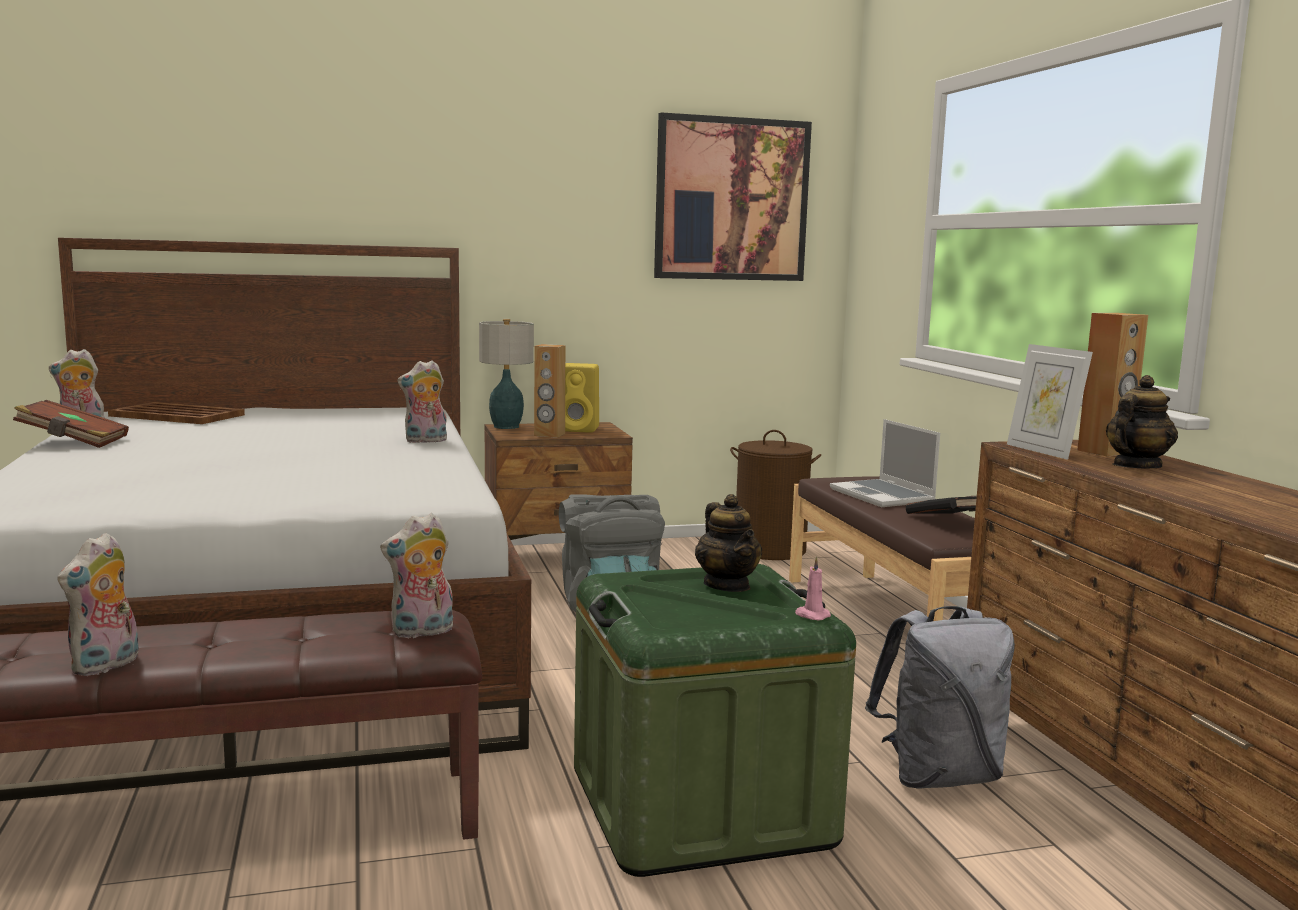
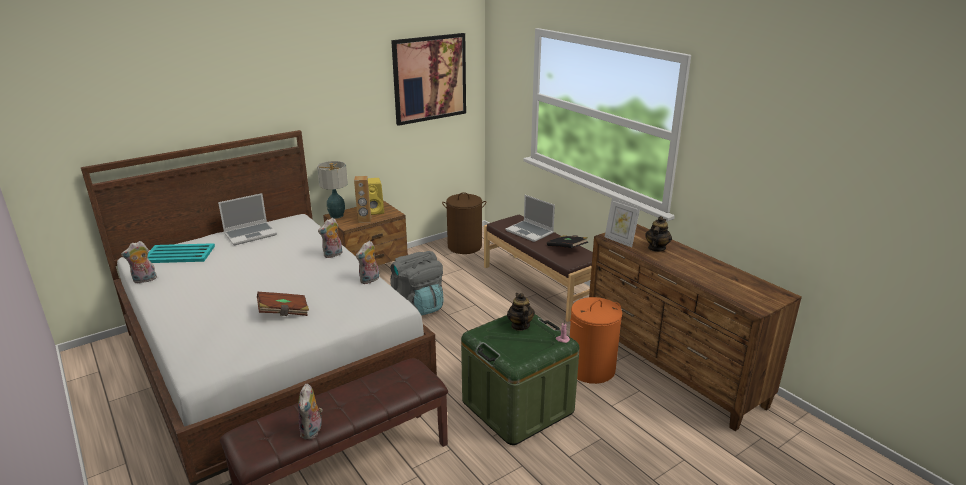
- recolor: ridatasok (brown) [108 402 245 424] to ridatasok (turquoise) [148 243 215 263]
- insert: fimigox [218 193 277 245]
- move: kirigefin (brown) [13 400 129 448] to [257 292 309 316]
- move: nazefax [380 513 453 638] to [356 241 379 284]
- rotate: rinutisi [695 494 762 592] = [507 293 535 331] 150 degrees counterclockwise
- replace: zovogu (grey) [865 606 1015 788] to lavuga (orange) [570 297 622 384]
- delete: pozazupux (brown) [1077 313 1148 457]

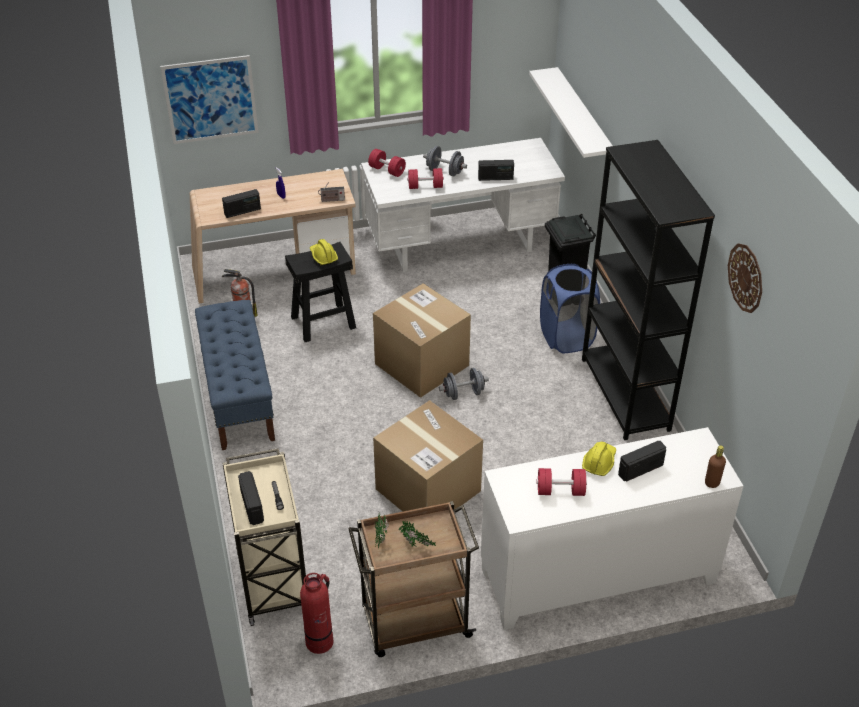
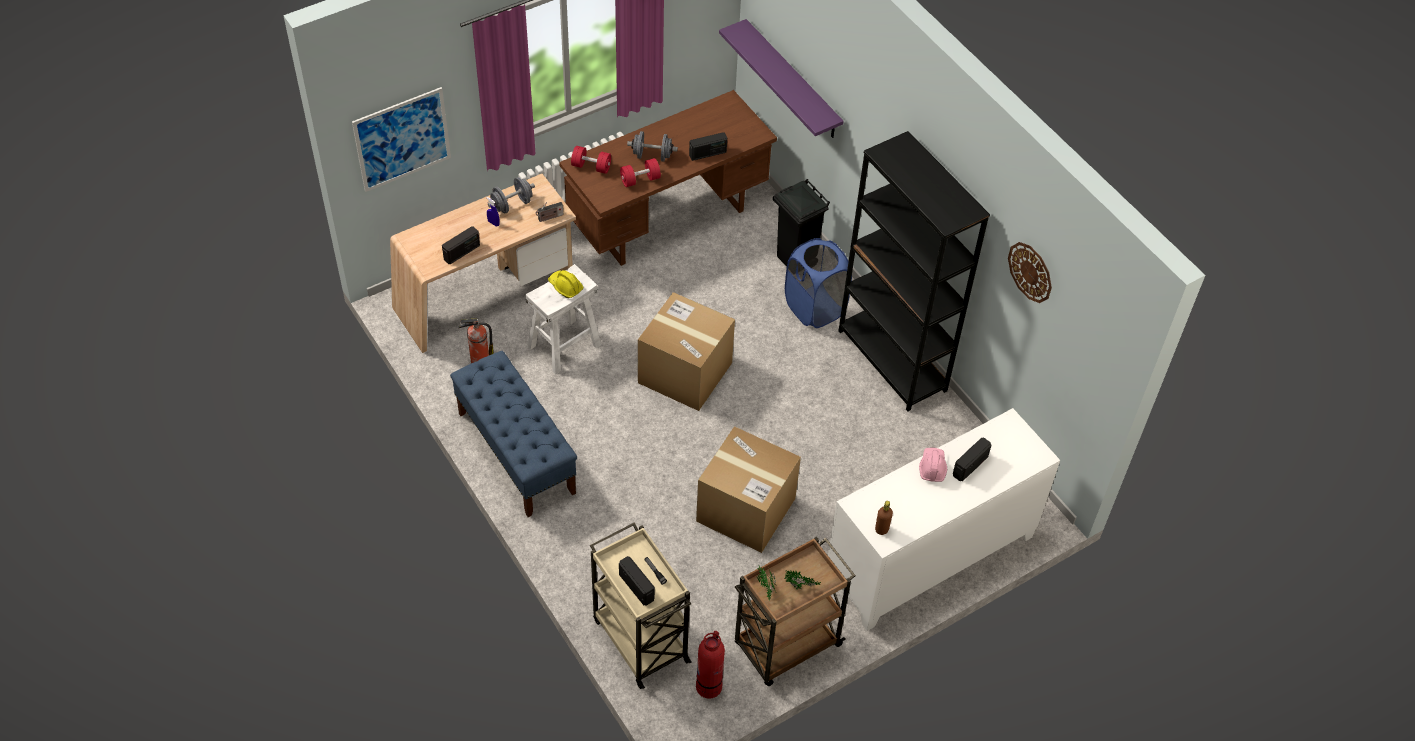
- move: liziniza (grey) [439 368 489 400] to [488 177 535 214]
- recolor: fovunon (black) [285 242 356 342] to fovunon (white) [525 264 601 374]
- recolor: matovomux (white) [361 138 565 272] to matovomux (brown) [559 90 777 266]
- recolor: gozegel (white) [529 67 613 158] to gozegel (purple) [719 19 844 138]
- move: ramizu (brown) [705 445 726 488] to [875 501 893 535]
- recolor: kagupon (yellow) [582 441 616 476] to kagupon (pink) [919 448 947 482]
- delete: liziniza (red) [536 468 587 496]

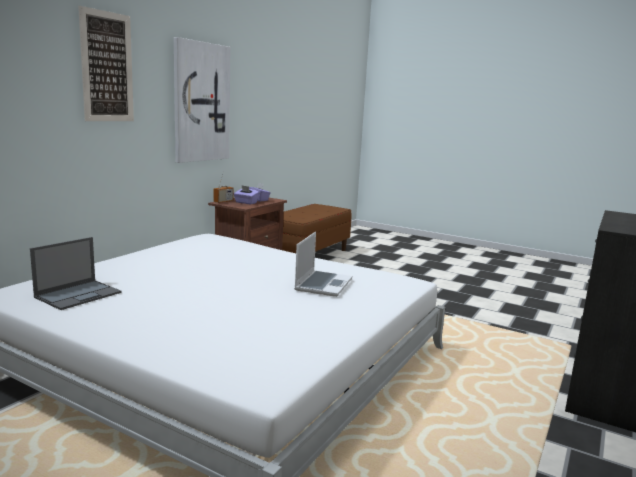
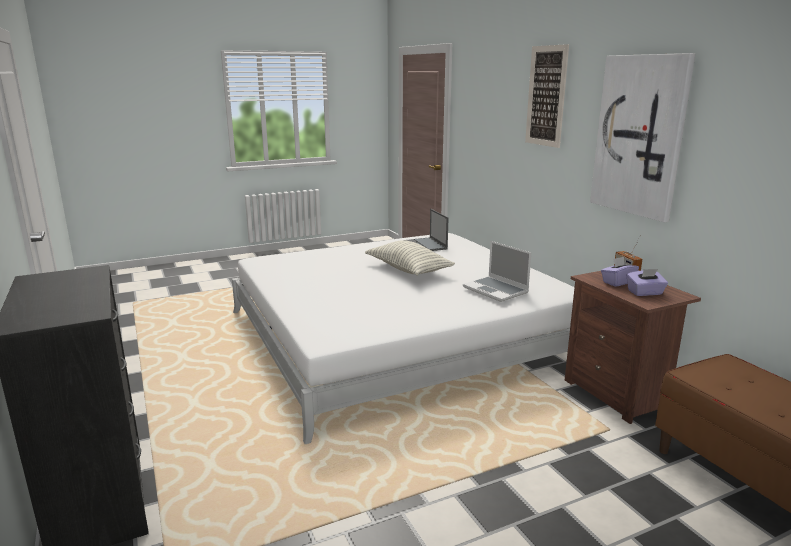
- insert: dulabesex [365 240 455 275]
- move: fimigox [294 232 352 297] to [463 241 531 302]

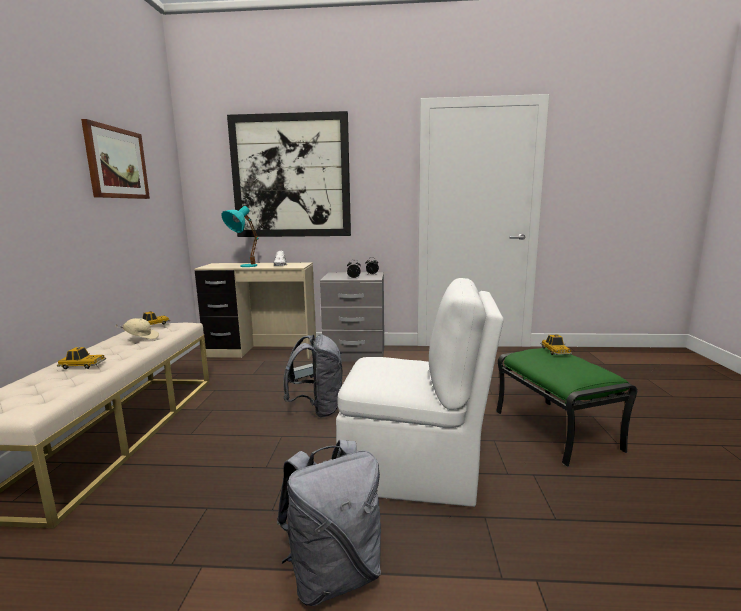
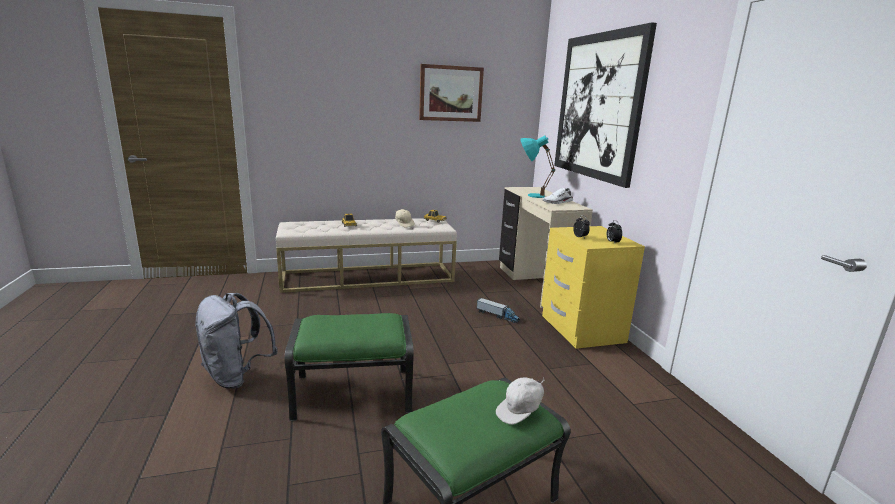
- replace: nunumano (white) [336 278 504 507] to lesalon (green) [285 313 414 421]
- replace: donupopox [540 335 572 355] to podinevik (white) [496 377 544 425]
- recolor: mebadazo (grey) [320 272 384 362] to mebadazo (yellow) [541 226 645 349]
- delete: zovogu (grey) [283 334 342 417]

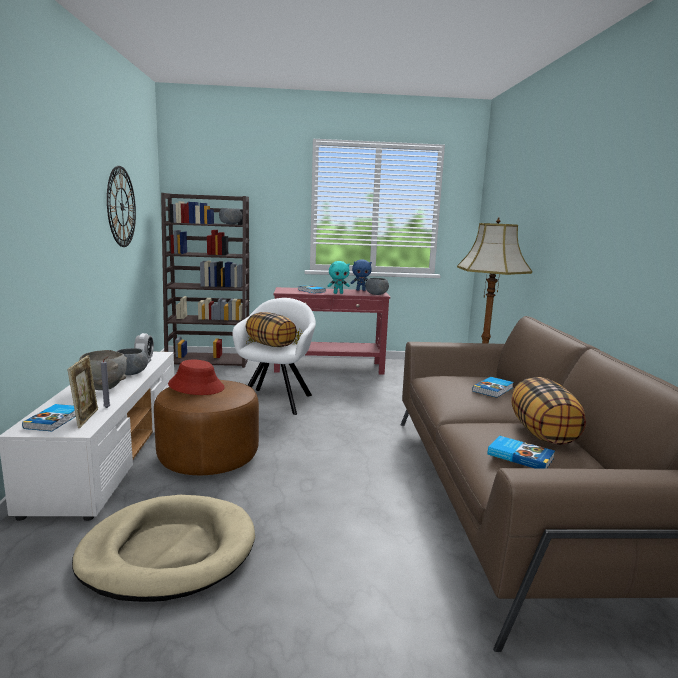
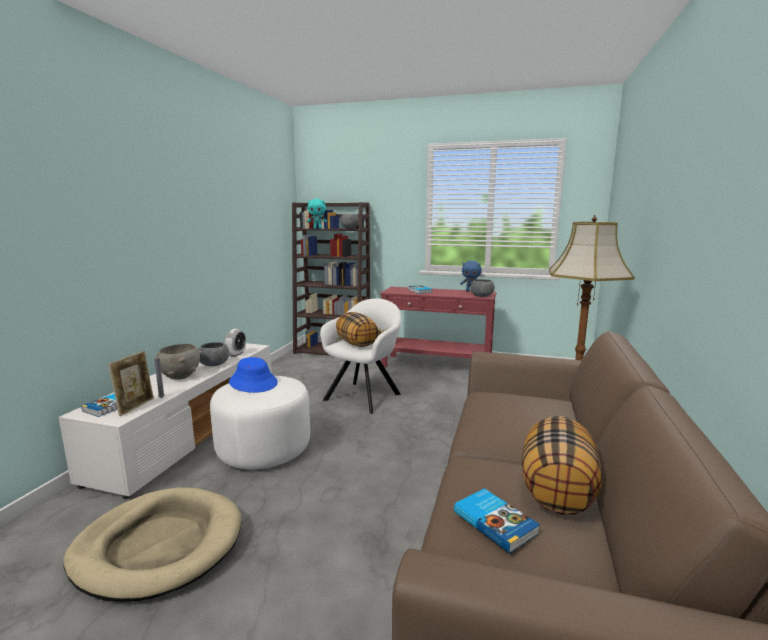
- recolor: lesalon (brown) [154 380 259 475] to lesalon (white) [210 376 310 469]
- recolor: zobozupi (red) [168 360 225 395] to zobozupi (blue) [229 357 278 393]
- move: nazefax (turquoise) [328 261 350 294] to [307 199 327 229]
- delete: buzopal [107 166 136 247]
- delete: kirigefin [472 377 513 398]

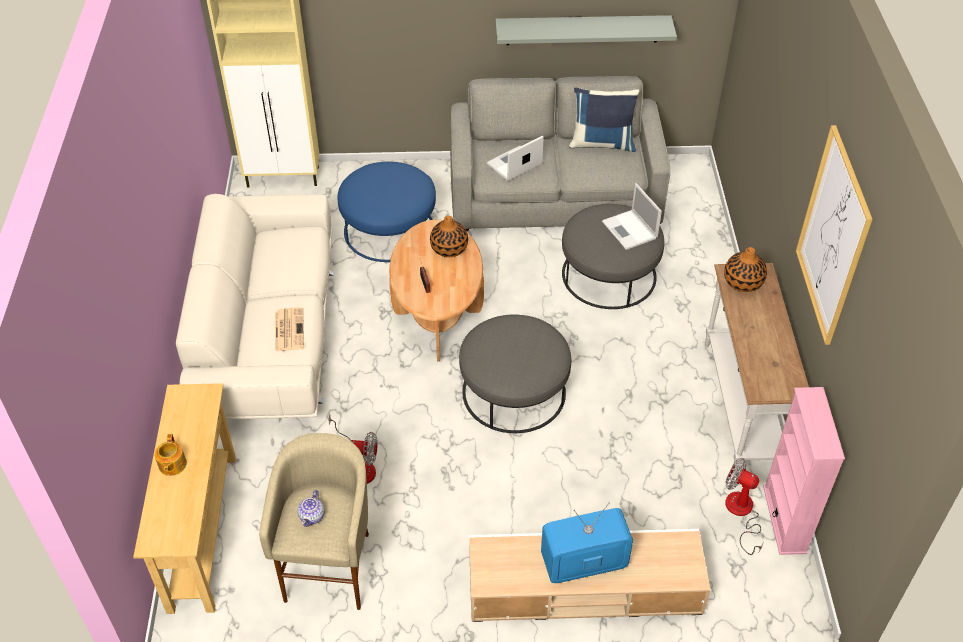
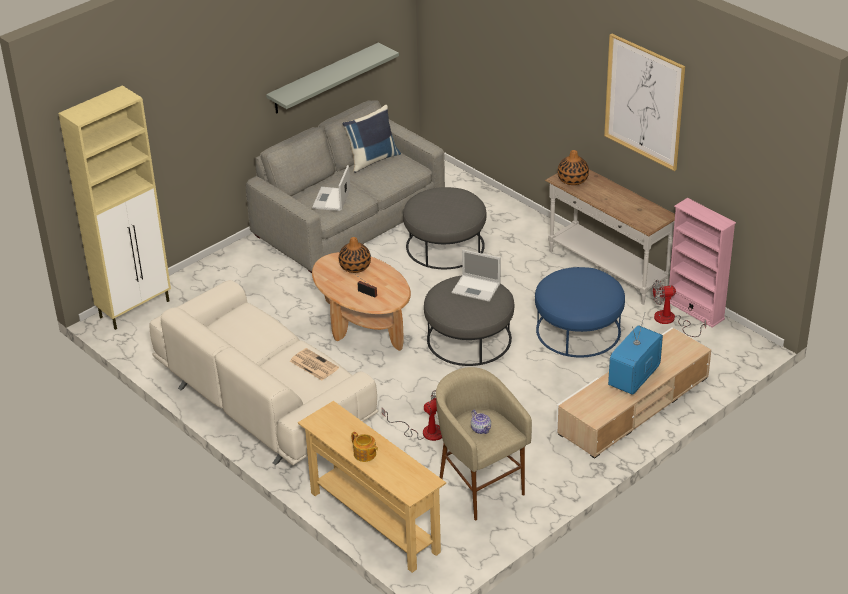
- move: fimigox [602 183 662 250] to [451 250 501 302]
- move: lesalon (blue) [338 162 436 262] to [535 267 625 357]

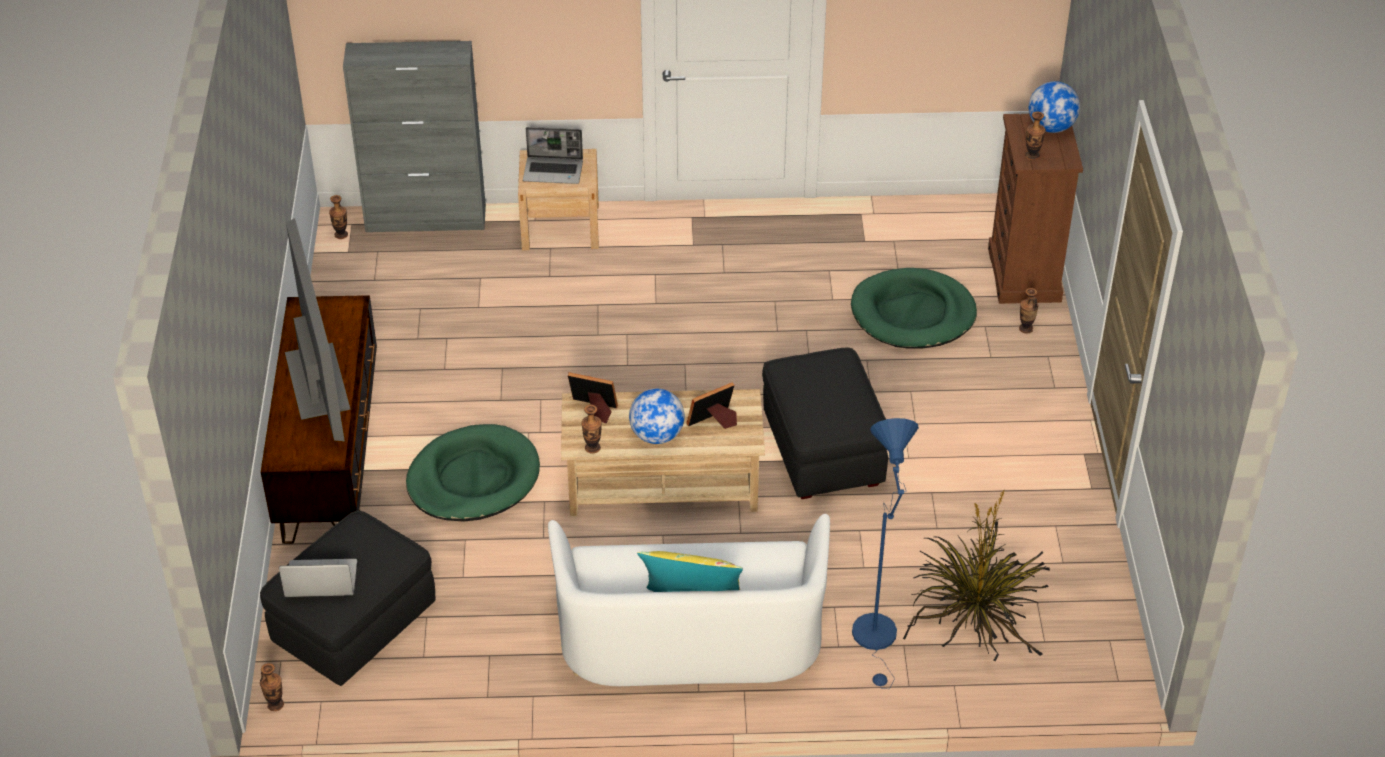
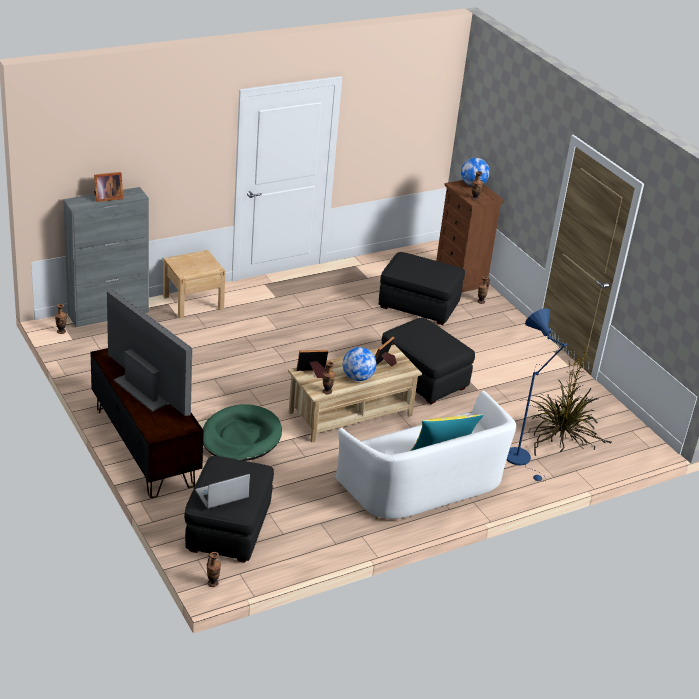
- insert: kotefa [94 172 124 202]
- replace: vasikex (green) [851 268 977 349] to lesalon (black) [379 252 465 325]
- delete: fimigox [523 127 583 184]

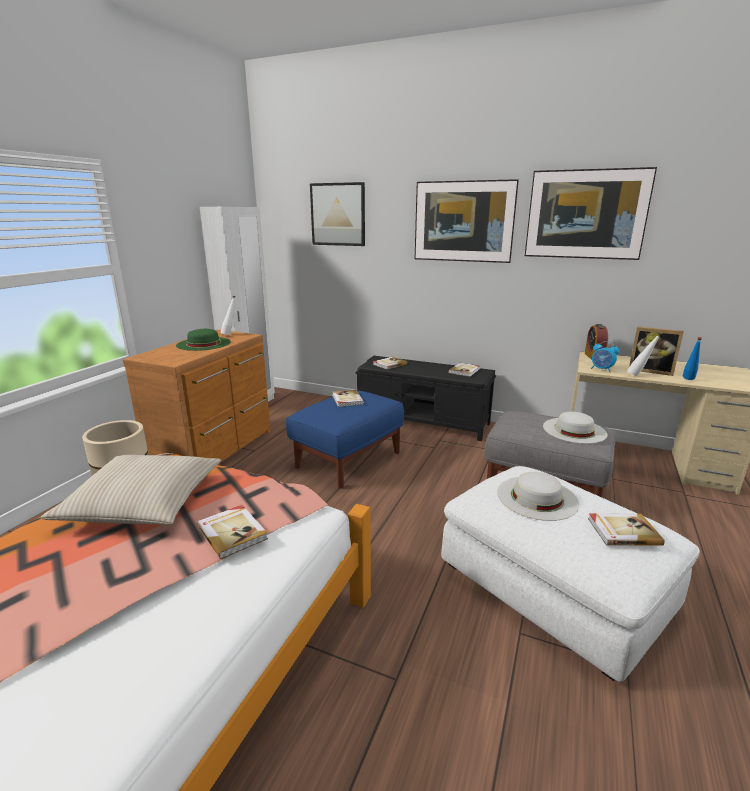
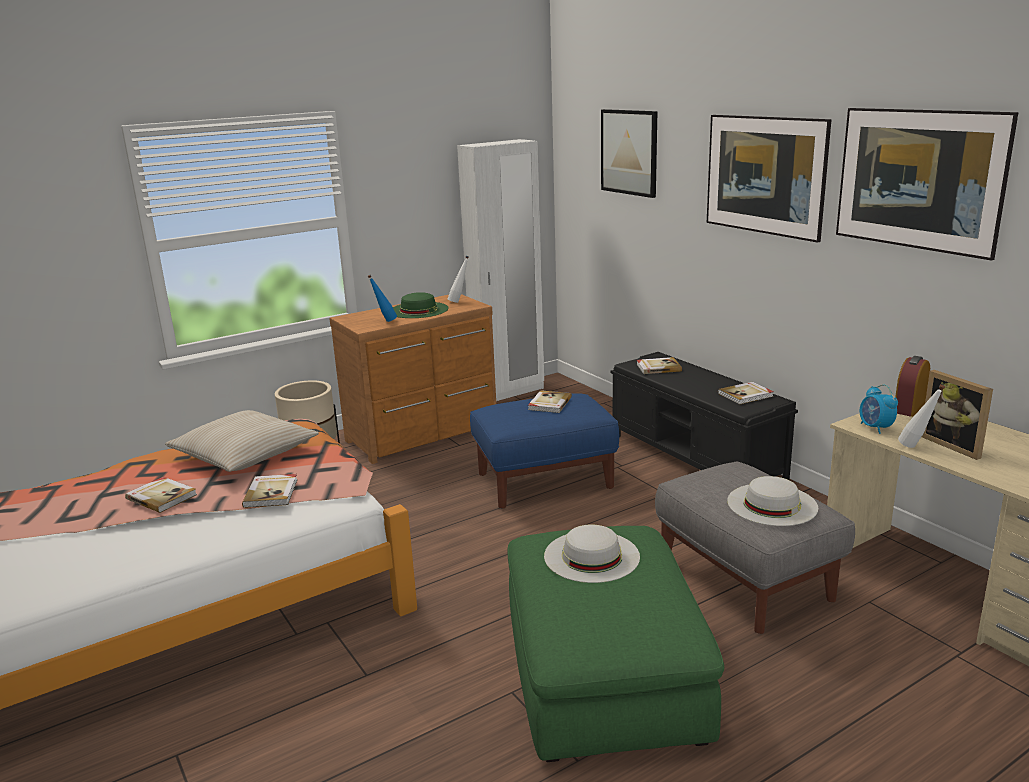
- move: kirigefin [588 513 665 546] to [125 477 197 513]
- move: ramizu (blue) [683 337 702 380] to [368 275 397 322]
- recolor: lesalon (white) [441 466 700 682] to lesalon (green) [507 526 724 762]

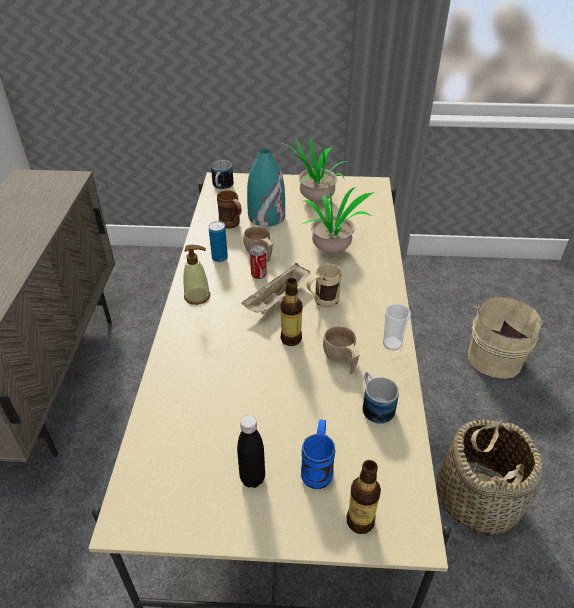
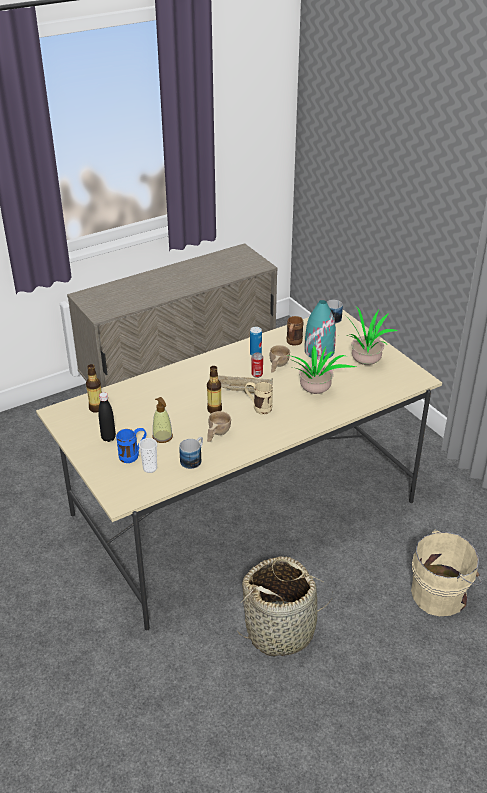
- move: ramizu [347 460 381 534] to [86 364 102 412]
- move: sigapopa [383 303 411 350] to [139 438 157 473]
- move: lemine [184 245 210 305] to [152 397 173 443]

